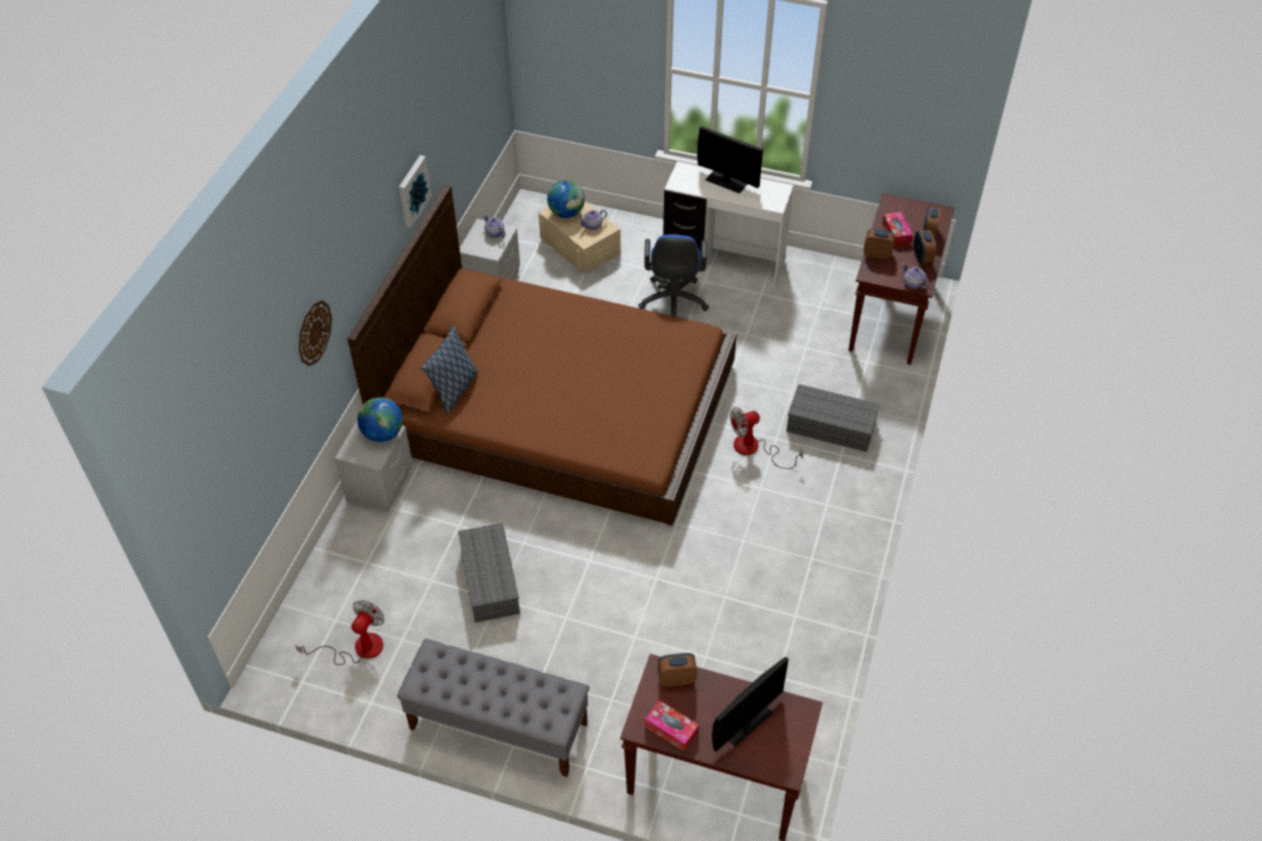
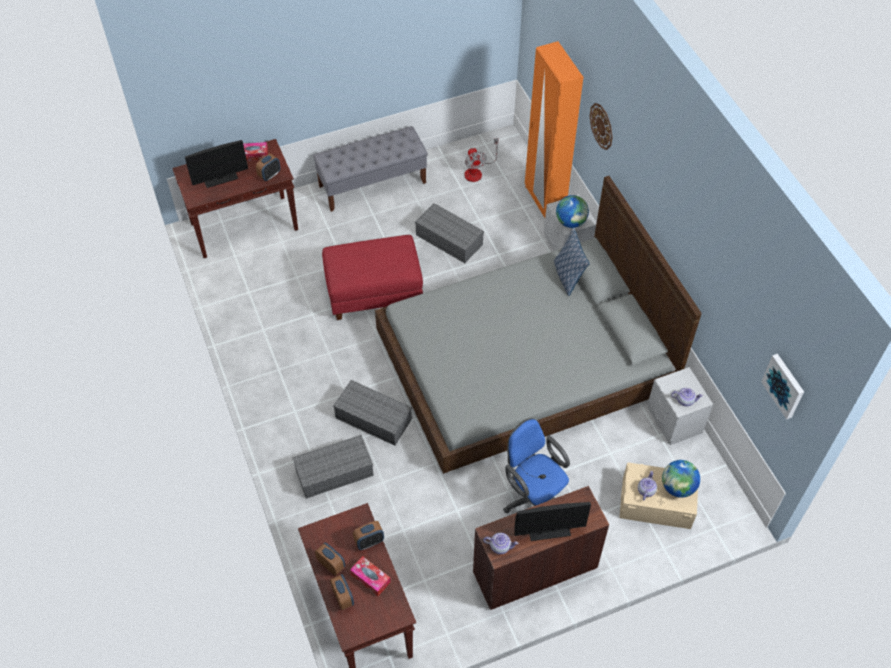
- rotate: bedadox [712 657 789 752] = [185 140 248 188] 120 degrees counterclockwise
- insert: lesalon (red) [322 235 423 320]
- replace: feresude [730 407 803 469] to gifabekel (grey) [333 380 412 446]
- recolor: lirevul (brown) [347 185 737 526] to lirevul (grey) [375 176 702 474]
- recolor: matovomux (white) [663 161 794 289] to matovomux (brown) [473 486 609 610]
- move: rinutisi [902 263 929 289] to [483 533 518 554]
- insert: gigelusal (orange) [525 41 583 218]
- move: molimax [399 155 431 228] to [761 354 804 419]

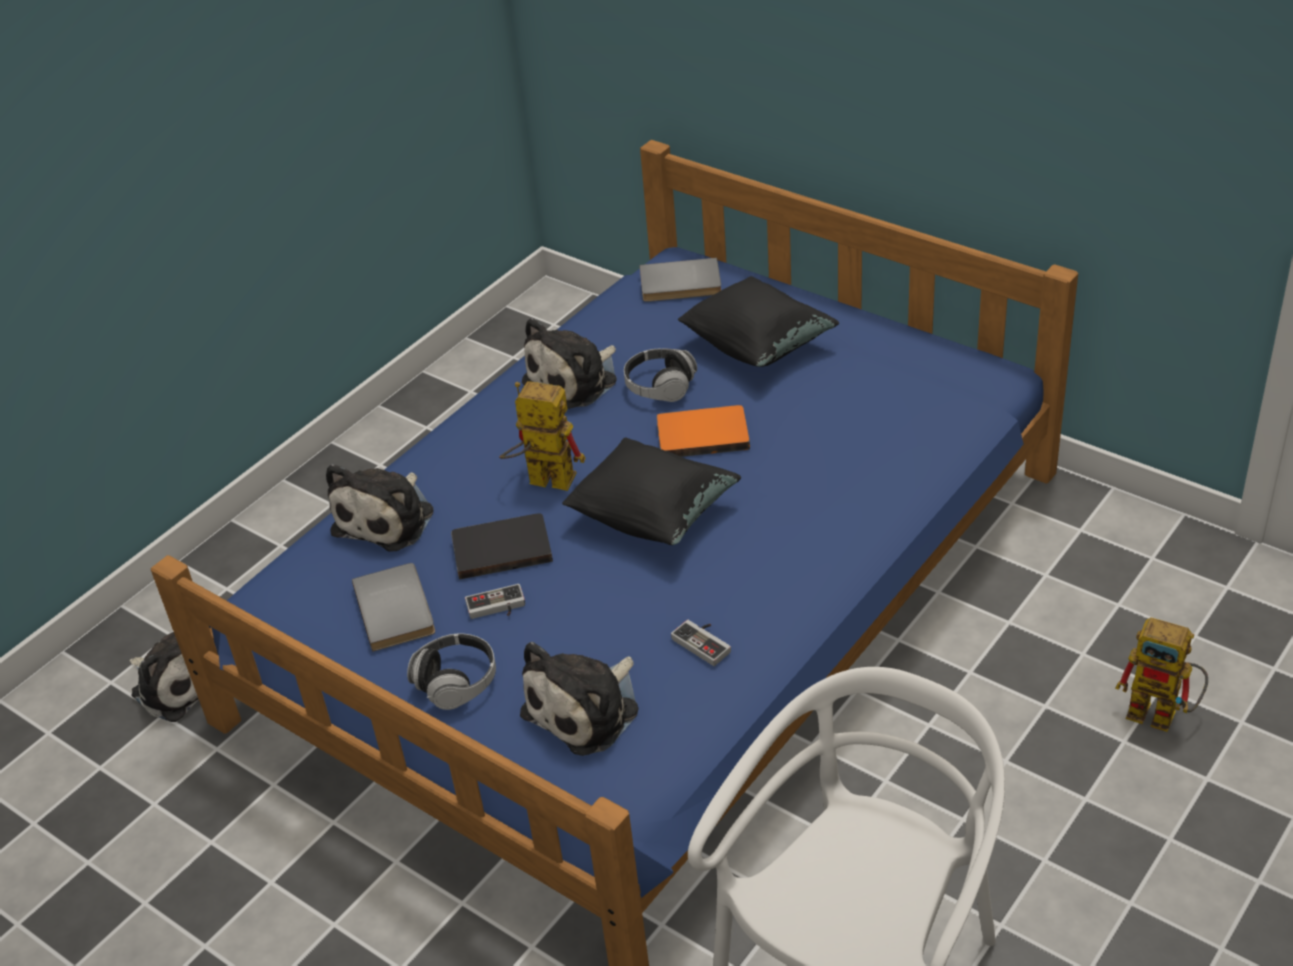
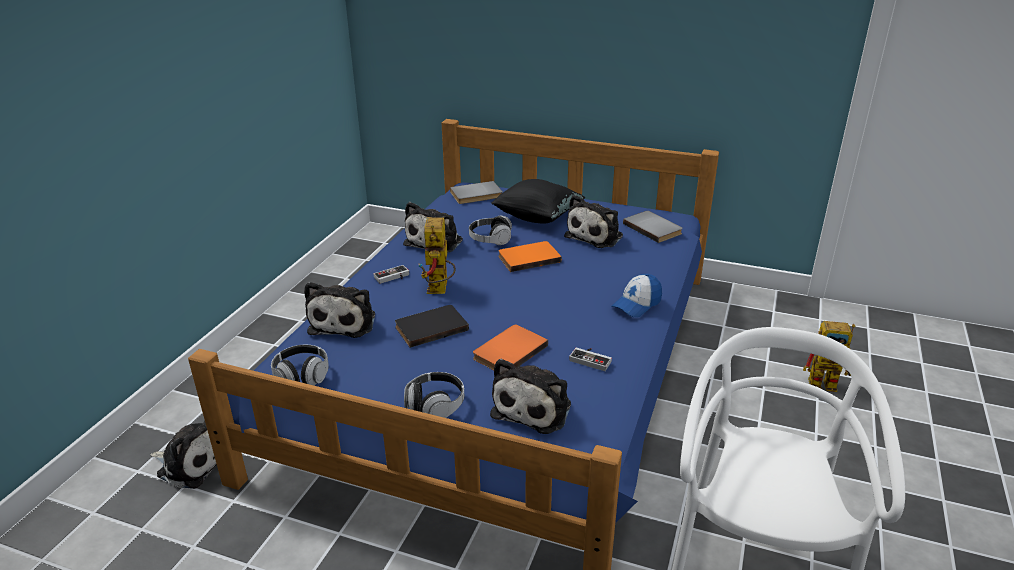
- insert: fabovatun [271 345 329 385]
- move: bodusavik [465 584 525 619] to [374 265 409 284]
- rotate: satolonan [499 381 585 491] = [419 217 456 294] 90 degrees counterclockwise
- insert: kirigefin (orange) [473 325 548 370]
- insert: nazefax [564 195 623 248]
- insert: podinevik [611 274 662 318]
- move: kirigefin (grey) [352 563 435 652] to [623 211 683 243]
- delete: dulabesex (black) [562 437 741 545]

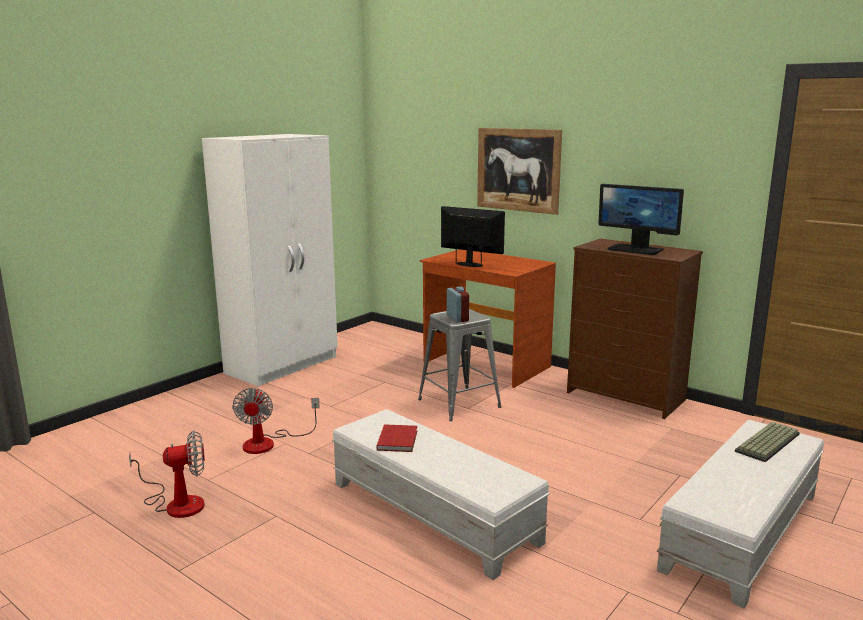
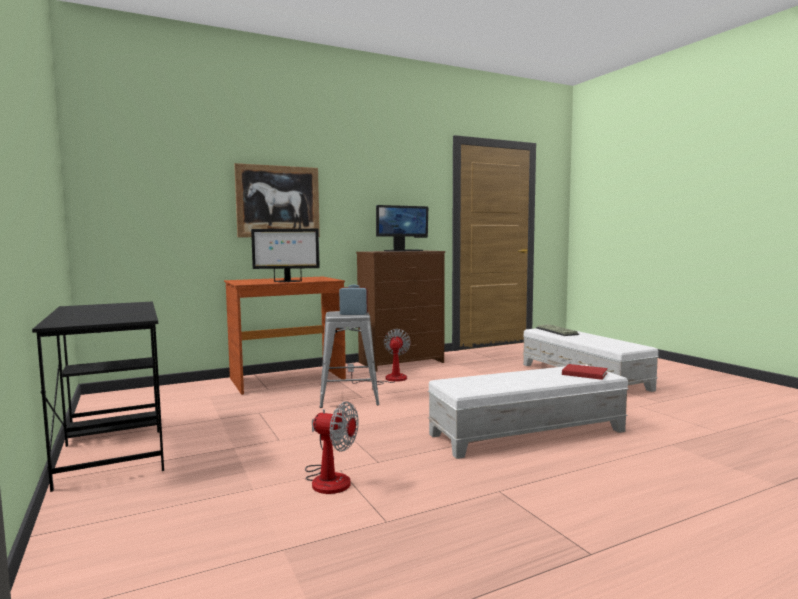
- replace: gigelusal (white) [202 134 338 387] to matovomux (black) [32 301 164 492]
- rotate: bedadox [441 206 505 267] = [251 229 320 282] 150 degrees counterclockwise
- move: feresude [129 431 205 518] to [348 329 411 385]
- move: kirigefin (red) [377 424 417 452] to [562 364 608 380]

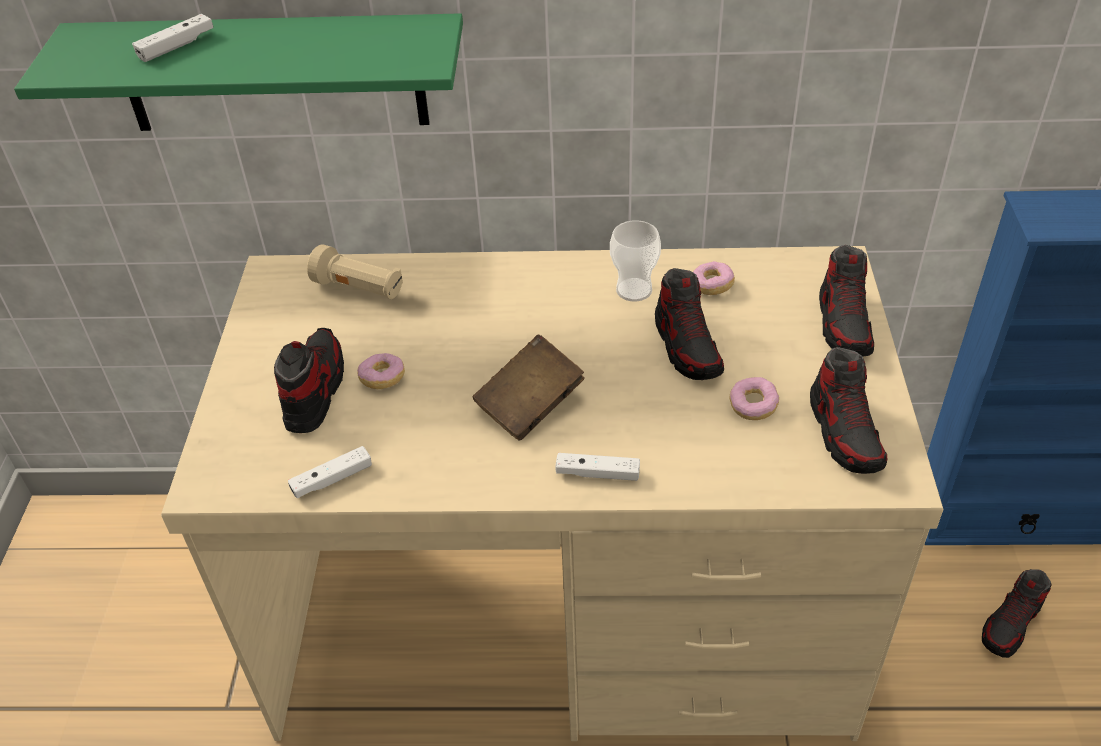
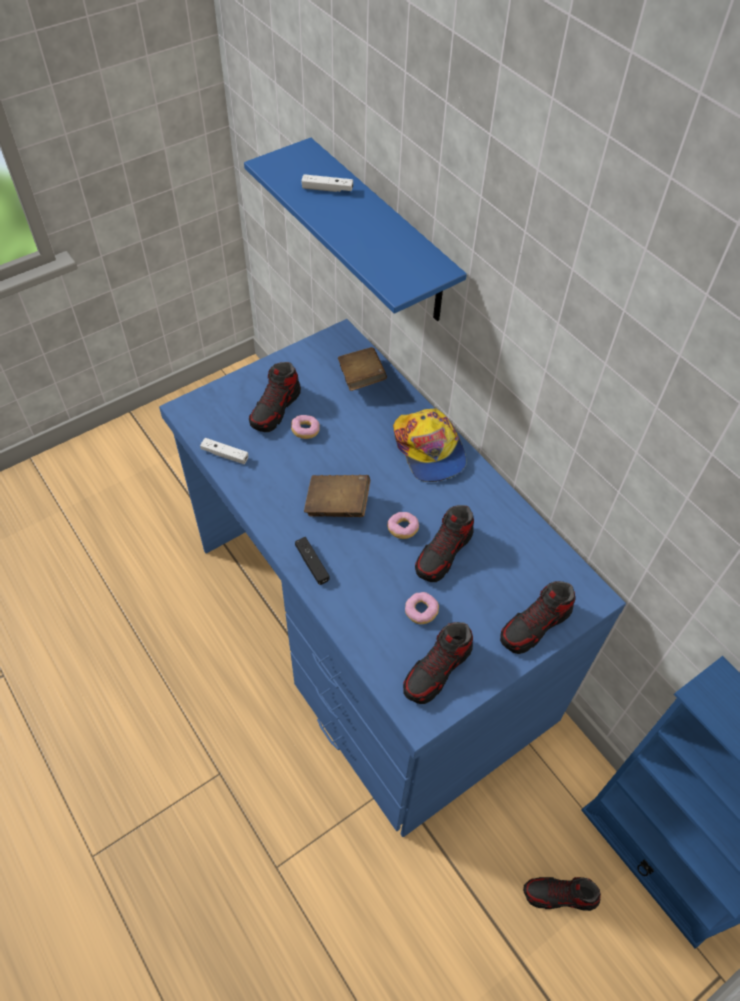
- recolor: matovomux (beige) [161 246 944 741] to matovomux (blue) [159 319 626 837]
- recolor: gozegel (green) [14 13 463 131] to gozegel (blue) [244 137 467 321]
- rotate: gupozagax [274 328 344 433] = [249 362 301 432] 150 degrees clockwise
- recolor: bodusavik (white) [556 453 640 481] to bodusavik (black) [295 537 330 585]
- replace: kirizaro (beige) [307 244 403 299] to kirigefin (brown) [338 347 387 391]
- move: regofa [693 261 735 295] to [387 512 419 539]
- insert: podinevik [393 408 467 482]
- delete: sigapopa [610 220 661 302]

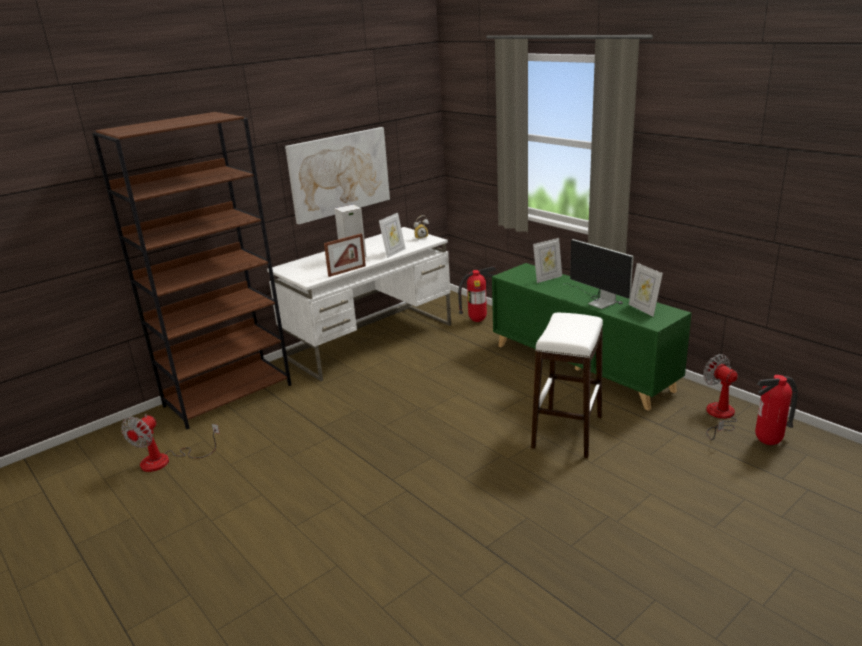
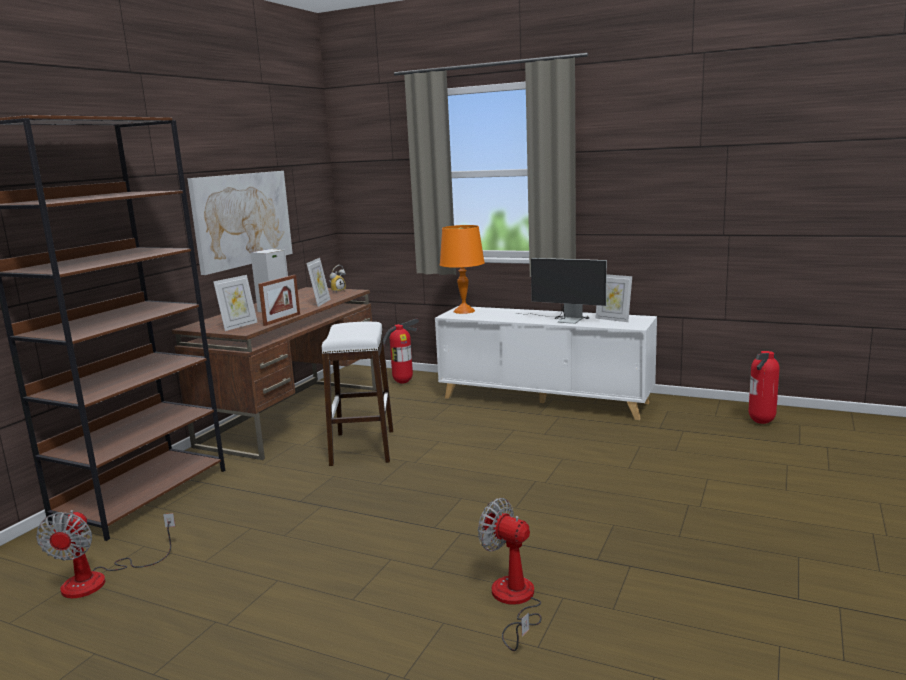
- recolor: matovomux (white) [267 227 451 381] to matovomux (brown) [172 287 376 460]
- move: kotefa [533 238 562 283] to [213 275 258 331]
- move: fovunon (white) [531 313 603 458] to [322 322 393 466]
- recolor: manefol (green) [492 263 692 411] to manefol (white) [435 306 657 420]
- insert: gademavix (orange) [440 225 485 314]
- move: feresude [703 354 738 440] to [478 498 542 651]

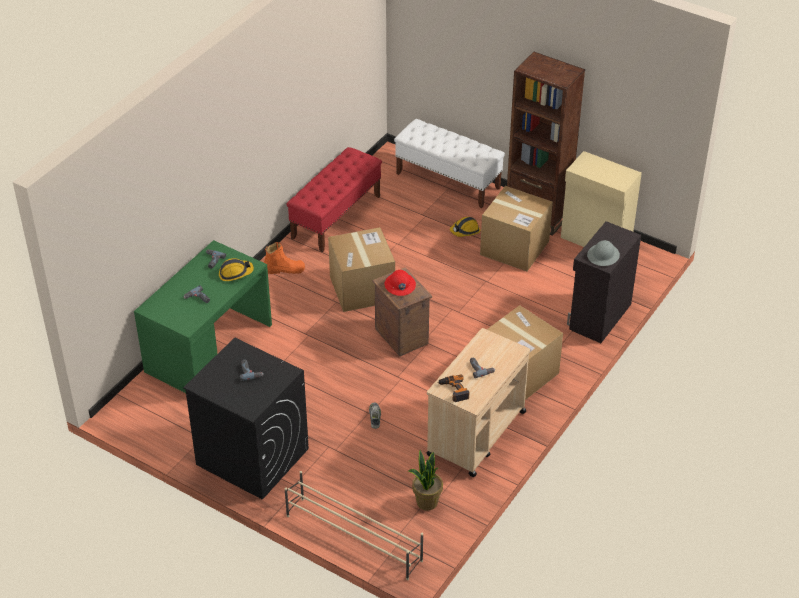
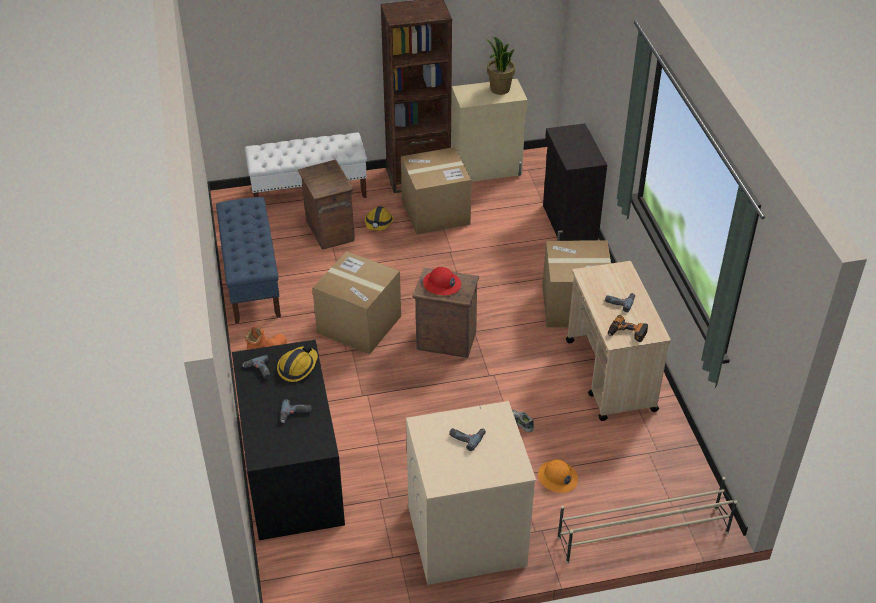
- recolor: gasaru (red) [286 147 382 252] to gasaru (blue) [216 197 281 324]
- recolor: matovomux (green) [134 240 272 393] to matovomux (black) [232 340 345 540]
- insert: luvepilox [298 159 355 250]
- recolor: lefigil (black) [183 338 309 500] to lefigil (beige) [406 401 536 585]
- move: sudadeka [408 450 443 511] to [485 37 515 95]
- insert: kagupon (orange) [538 459 578 493]
- delete: kagupon (grey) [587 240 620 266]

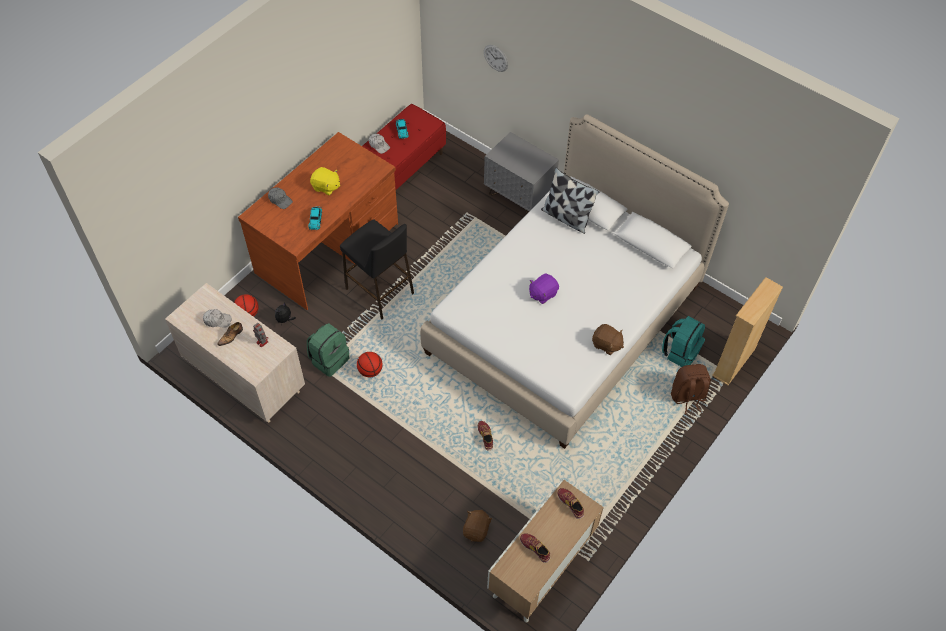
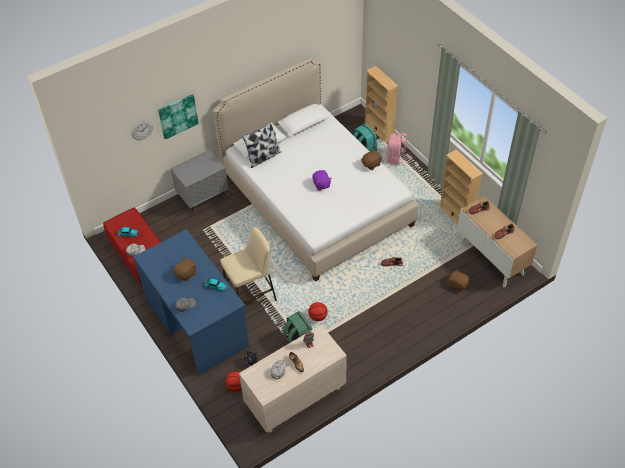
- recolor: matovomux (brown) [238 132 398 310] to matovomux (blue) [133 229 249 376]
- insert: molimax [158 94 199 139]
- recolor: nazefax (yellow) [310 167 340 196] to nazefax (brown) [173 257 196 281]
- recolor: fovunon (black) [340 219 414 319] to fovunon (beige) [220 227 277 303]
- recolor: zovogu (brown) [671 364 711 414] to zovogu (pink) [387 133 407 165]
- insert: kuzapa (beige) [439 149 483 224]

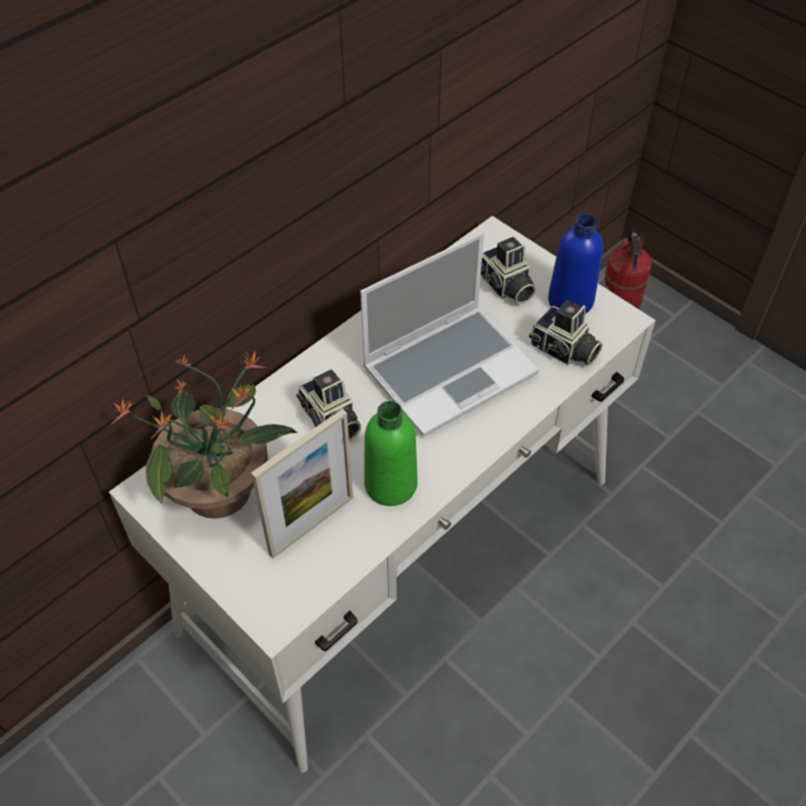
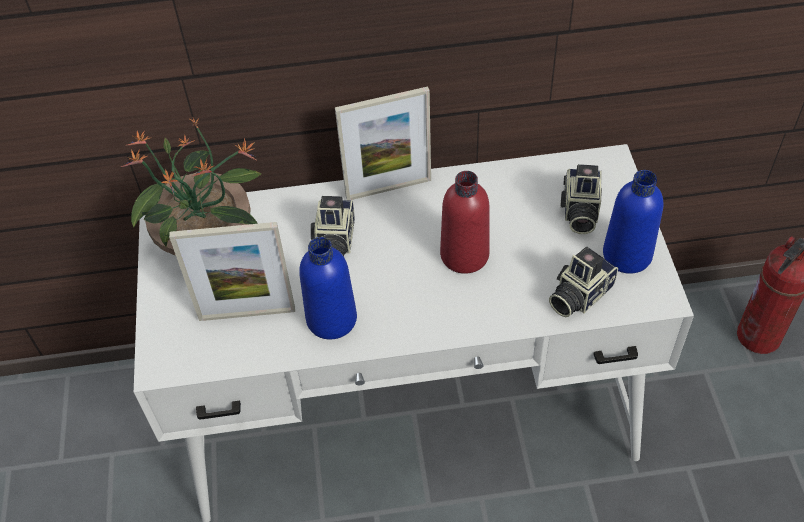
- recolor: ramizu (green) [364 401 418 506] to ramizu (blue) [299 237 357 339]
- insert: kotefa [335 87 431 201]
- replace: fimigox [360 232 539 437] to ramizu (red) [440 171 490 274]
- rotate: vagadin [529 300 603 366] = [549 247 618 317] 60 degrees clockwise

